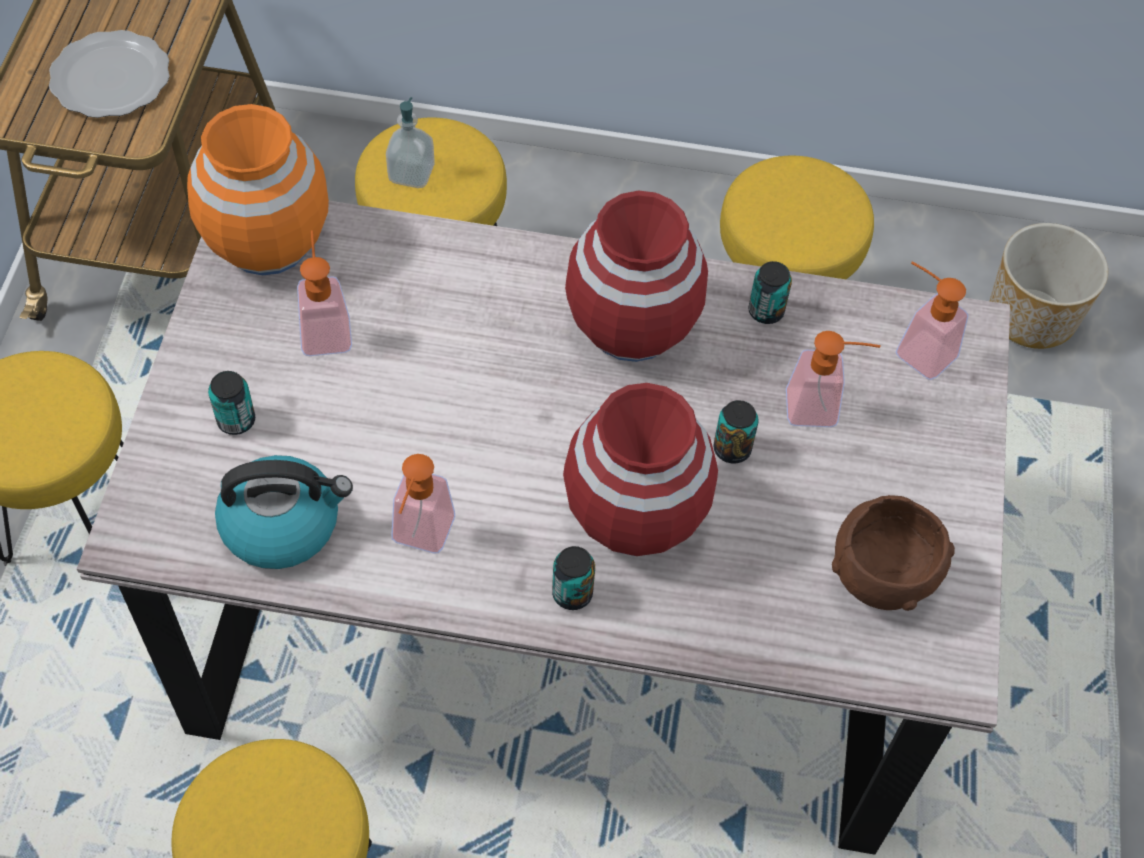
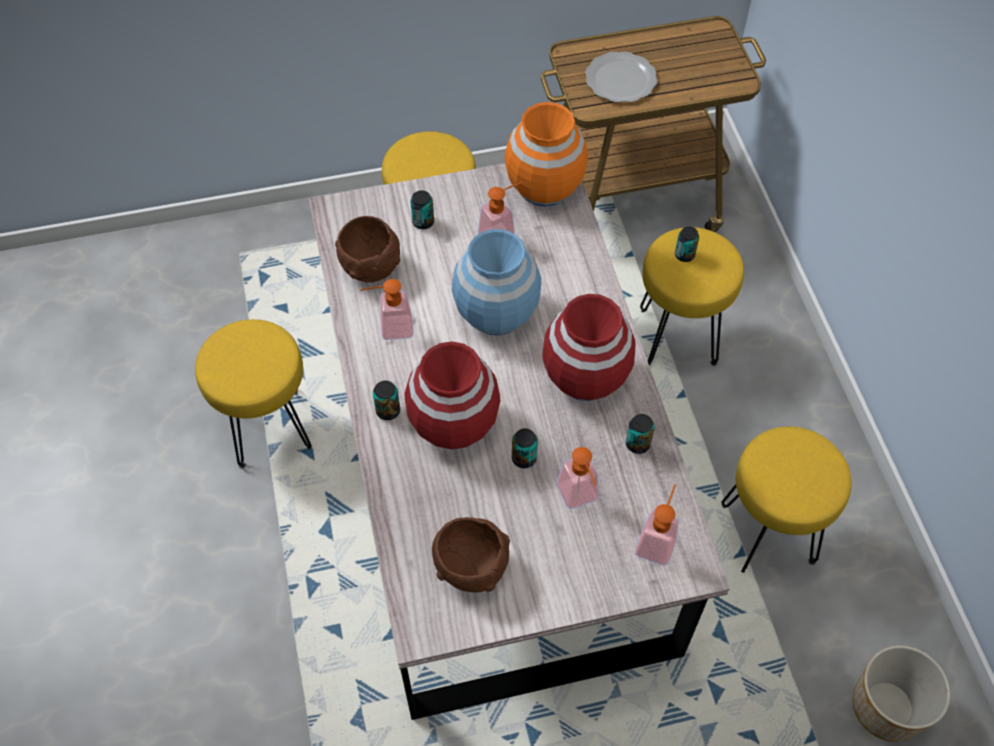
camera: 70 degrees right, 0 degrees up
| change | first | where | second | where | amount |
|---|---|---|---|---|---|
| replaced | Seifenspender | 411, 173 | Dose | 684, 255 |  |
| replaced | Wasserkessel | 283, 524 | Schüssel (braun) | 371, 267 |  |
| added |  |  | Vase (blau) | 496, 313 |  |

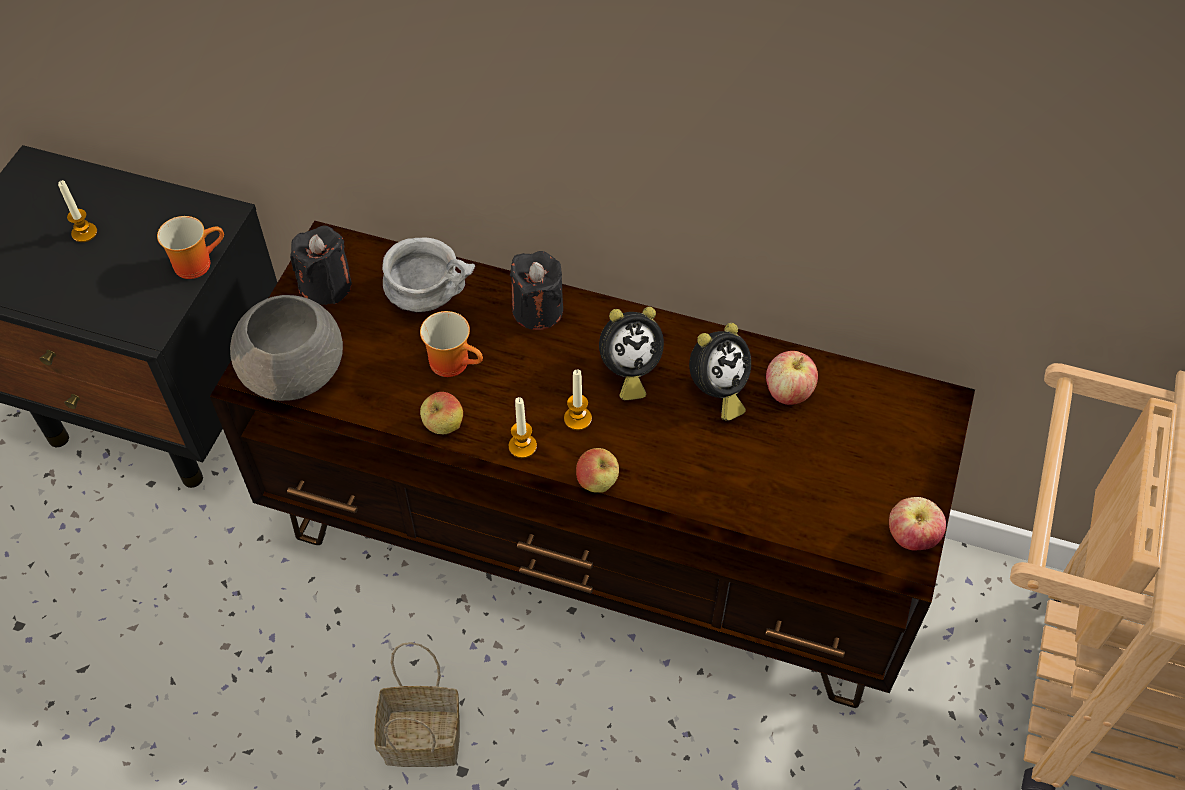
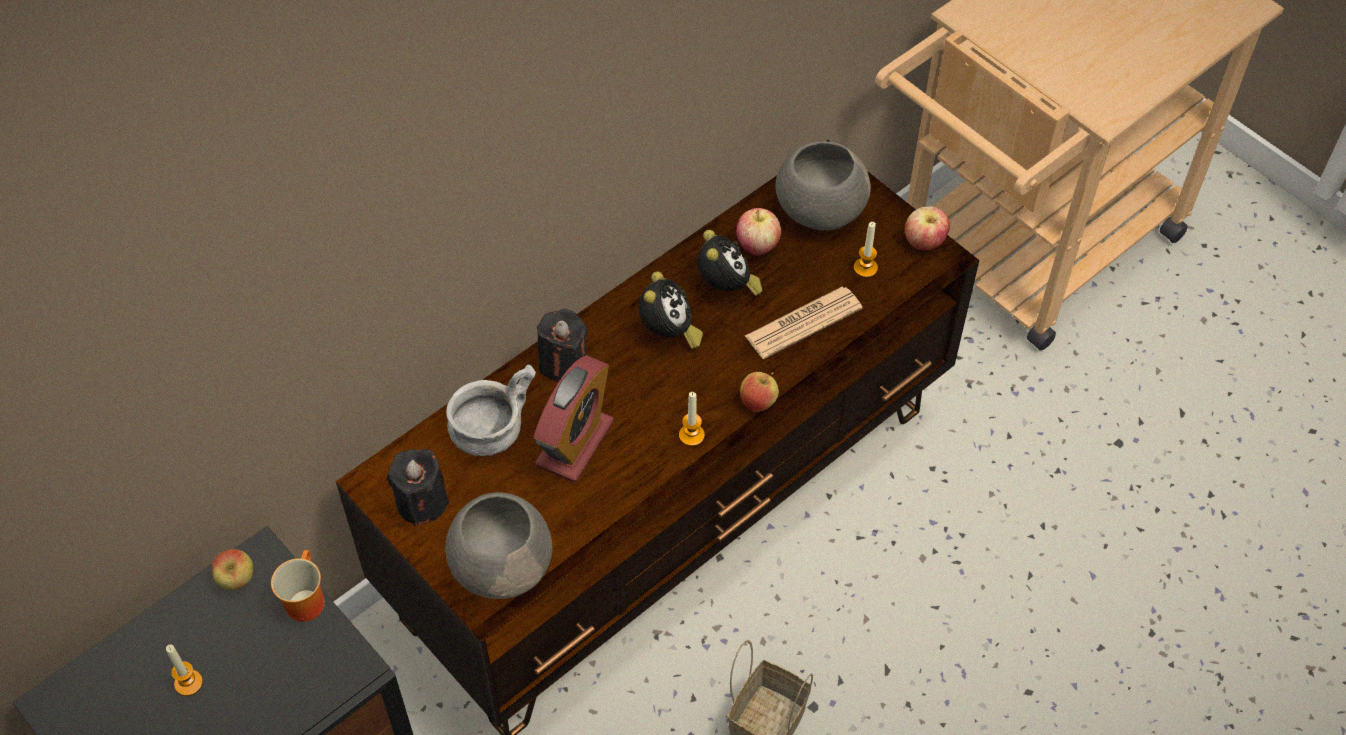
camera: 60 degrees left, 0 degrees up
| change | first | where | second | where | amount |
|---|---|---|---|---|---|
| replaced | Henkelbecher | 455, 361 | Wecker | 575, 444 |  |
| moved | Kerze | 577, 419 |  | 865, 268 |  |
| moved | Apfel | 443, 426 |  | 237, 580 |  |
| added |  |  | Schüssel (grau) | 818, 208 |  |
| added |  |  | Zeitung | 803, 323 |  |

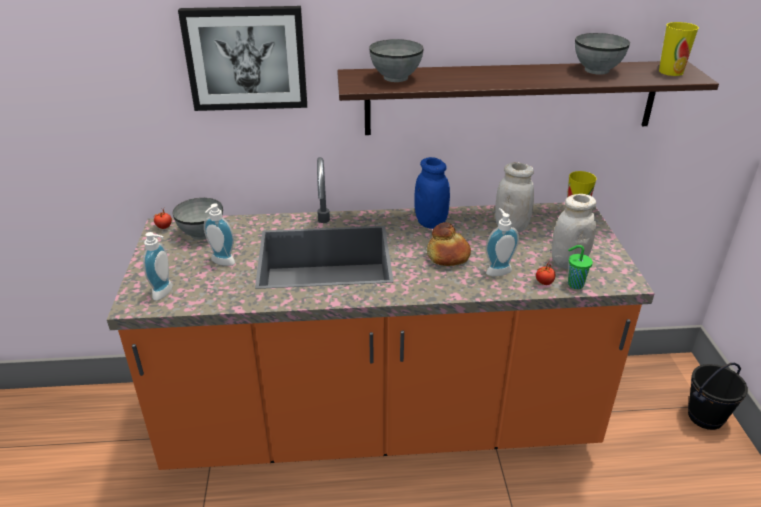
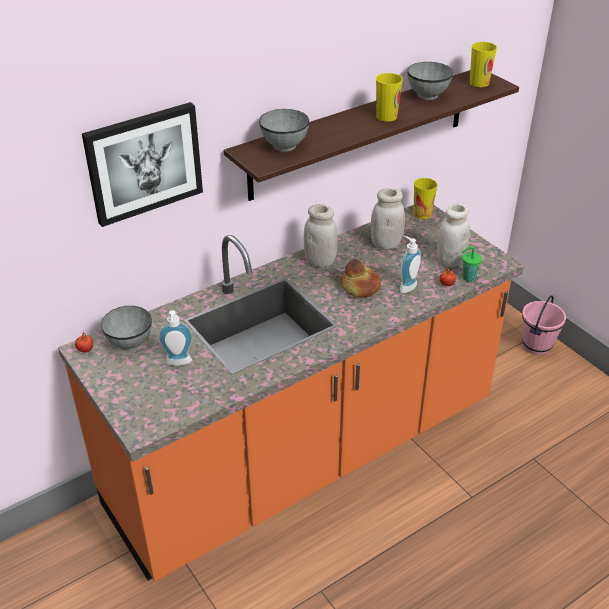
camera: 30 degrees left, 5 degrees up
| change | first | where | second | where | amount |
|---|---|---|---|---|---|
| recoloured | Vorratsglas (blau) | 430, 222 | Vorratsglas (weiß) | 320, 261 |  |
| removed | Seifenspender | 165, 293 |  |  |  |
| recoloured | Eimer (schwarz) | 704, 416 | Eimer (rosa) | 536, 345 |  |
| added |  |  | Tasse | 386, 116 |  |

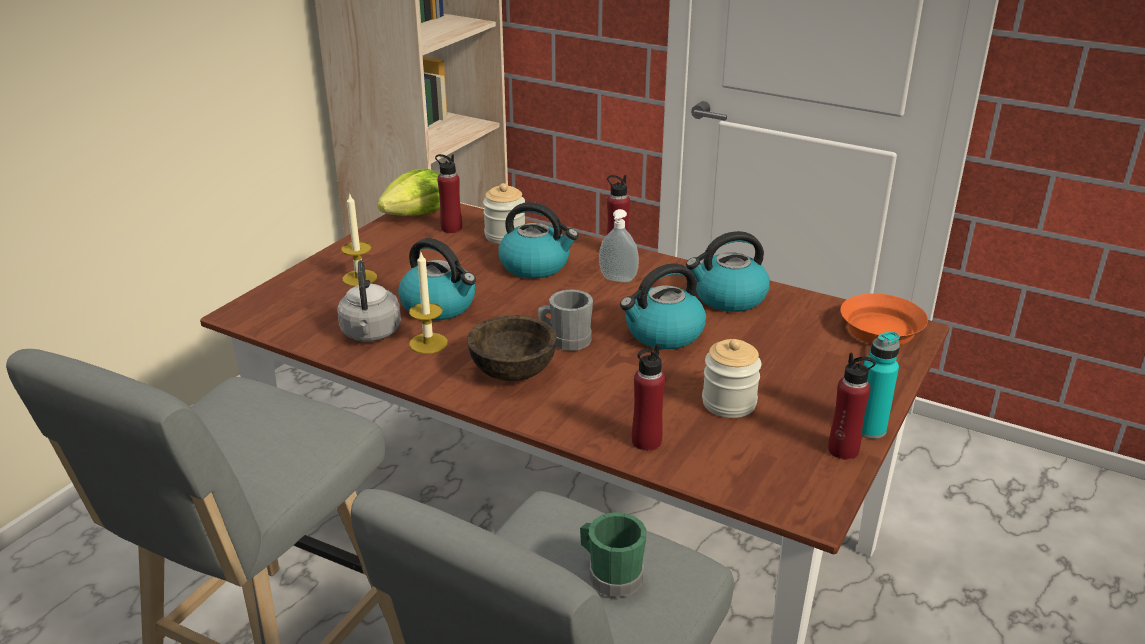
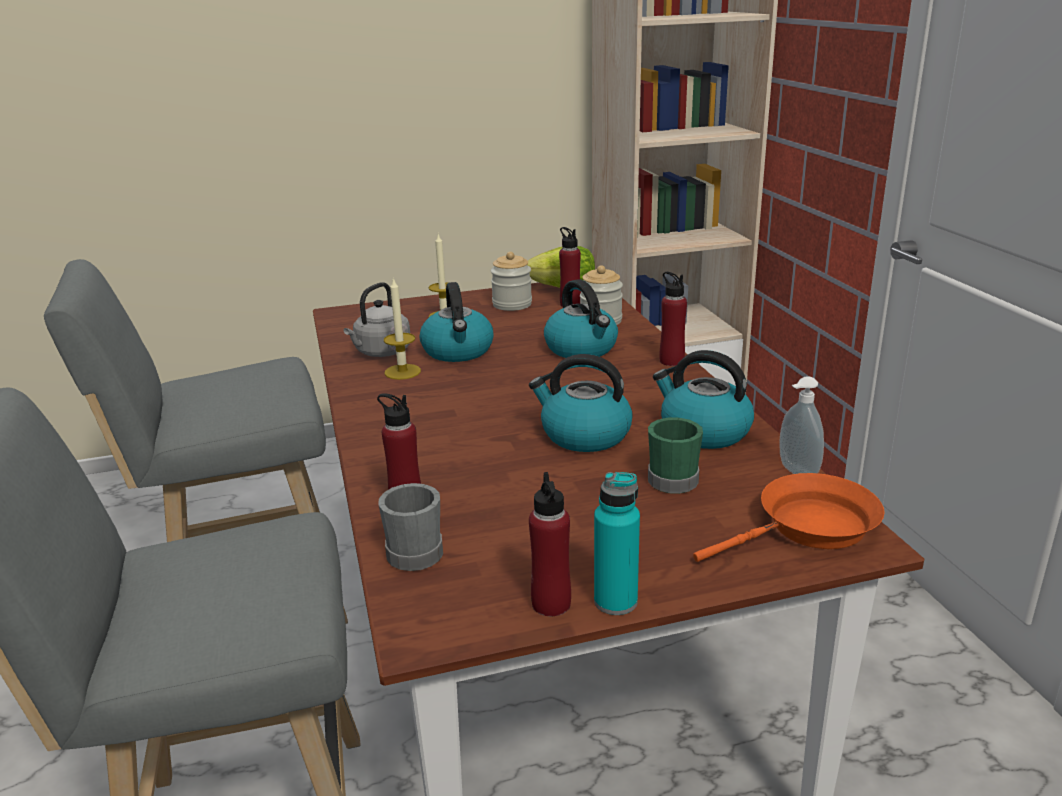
camera: 45 degrees right, 5 degrees down
| change | first | where | second | where | amount |
|---|---|---|---|---|---|
| moved | Seifenspender | 617, 280 |  | 795, 472 |  |
| moved | Henkelbecher (grau) | 565, 340 |  | 410, 551 |  |
| removed | Schüssel (braun) | 512, 371 |  |  |  |
| moved | Vorratsglas | 729, 403 |  | 512, 304 |  |
| moved | Henkelbecher (grün) | 610, 575 |  | 671, 477 |  |

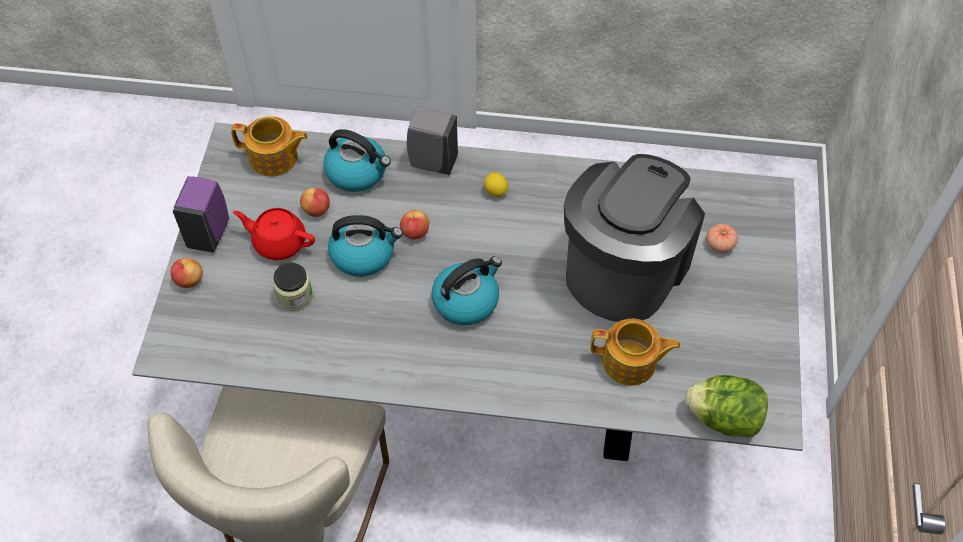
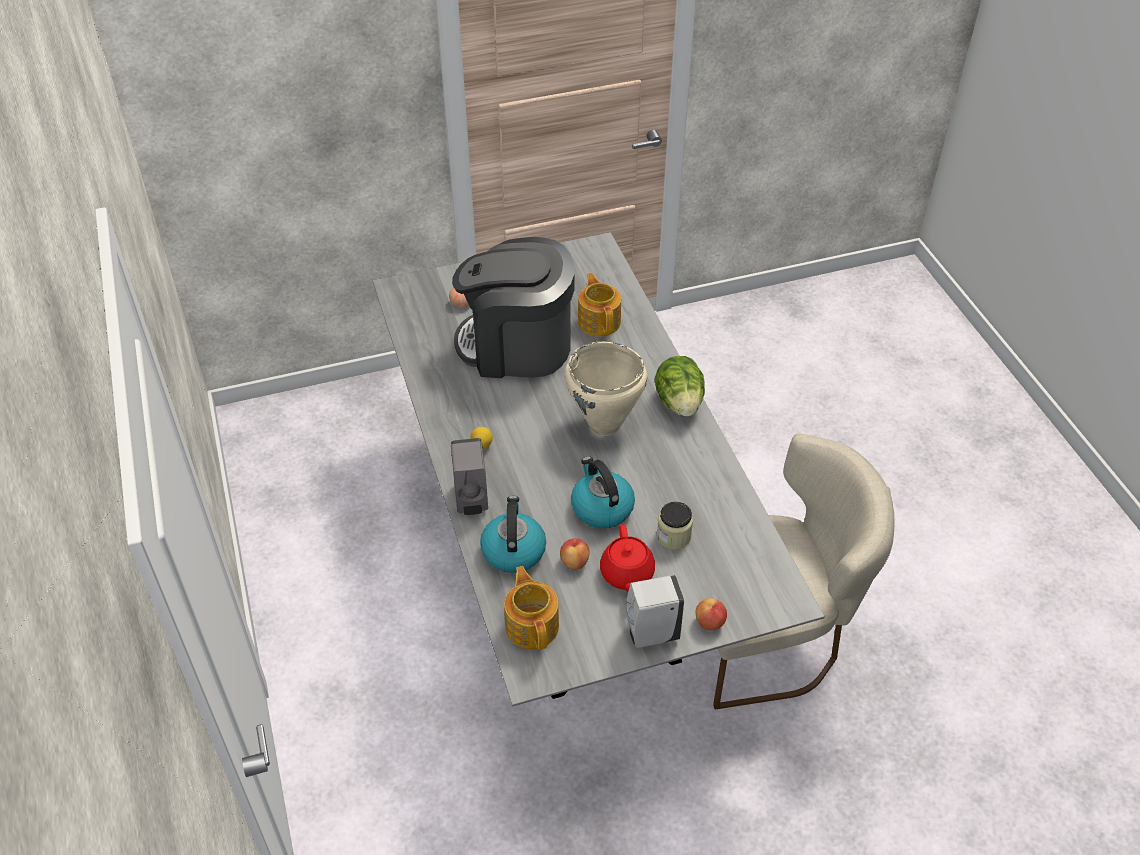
camera: 115 degrees left, 10 degrees down
| change | first | where | second | where | amount |
|---|---|---|---|---|---|
| recoloured | Seifenspender (lila) | 209, 233 | Seifenspender (weiß) | 650, 634 |  |
| removed | Apfel | 415, 233 |  |  |  |
| replaced | Wasserkessel | 466, 300 | Kochtopf (beige) | 605, 425 |  |
| moved | Salatkopf | 724, 418 |  | 679, 403 |  |

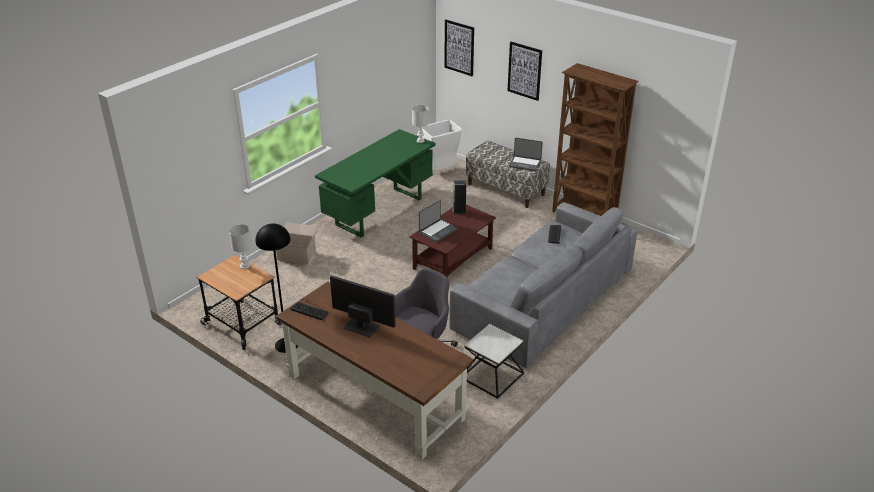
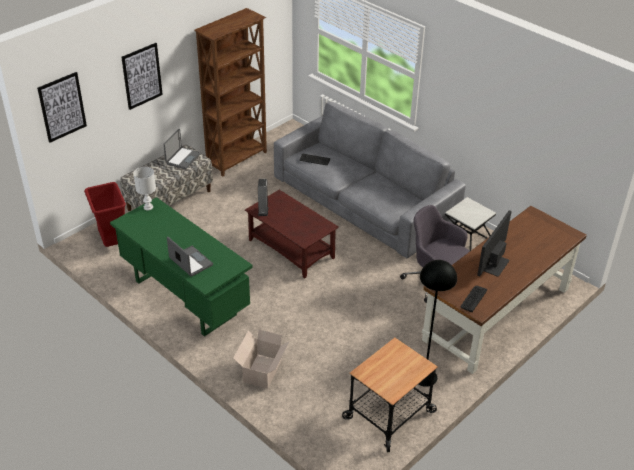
camera: 85 degrees left, 5 degrees up
| change | first | where | second | where | amount |
|---|---|---|---|---|---|
| recoloured | Mülleimer (weiß) | 441, 171 | Mülleimer (rot) | 112, 243 |  |
| moved | Laptop | 437, 231 |  | 190, 262 |  |
| removed | Tischlampe (weiß) | 245, 266 |  |  |  |

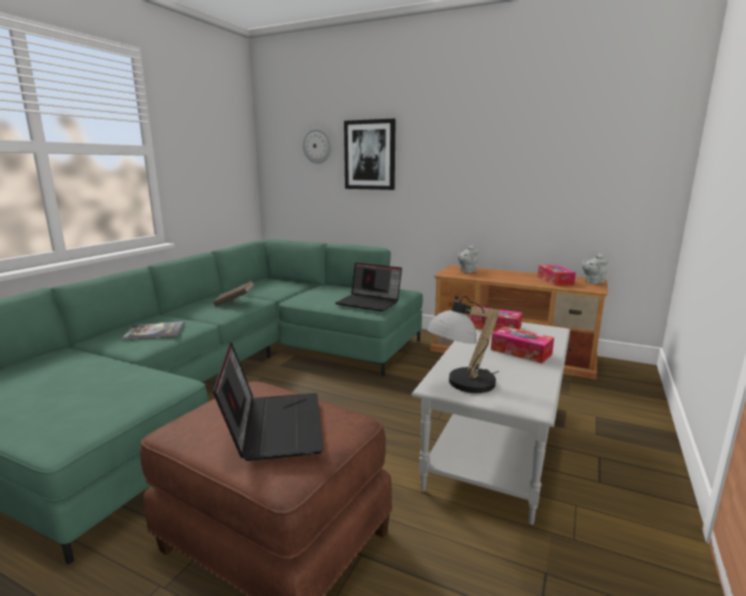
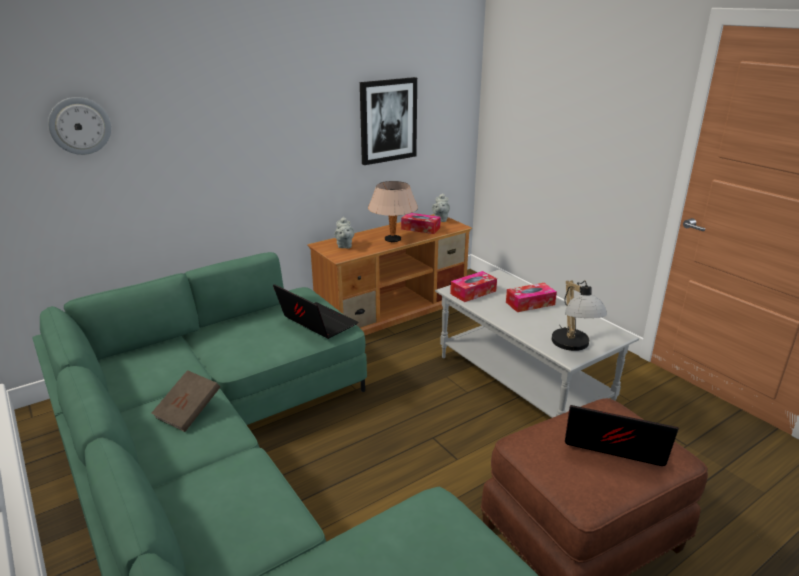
camera: 60 degrees left, 10 degrees up
| change | first | where | second | where | amount |
|---|---|---|---|---|---|
| moved | Bild | 370, 155 |  | 388, 120 |  |
| turned | Laptop | 369, 302 |  | 316, 323 | 105 degrees counterclockwise |
| removed | Buch | 155, 331 |  |  |  |
| added |  |  | Tischlampe (beige) | 392, 239 |  |

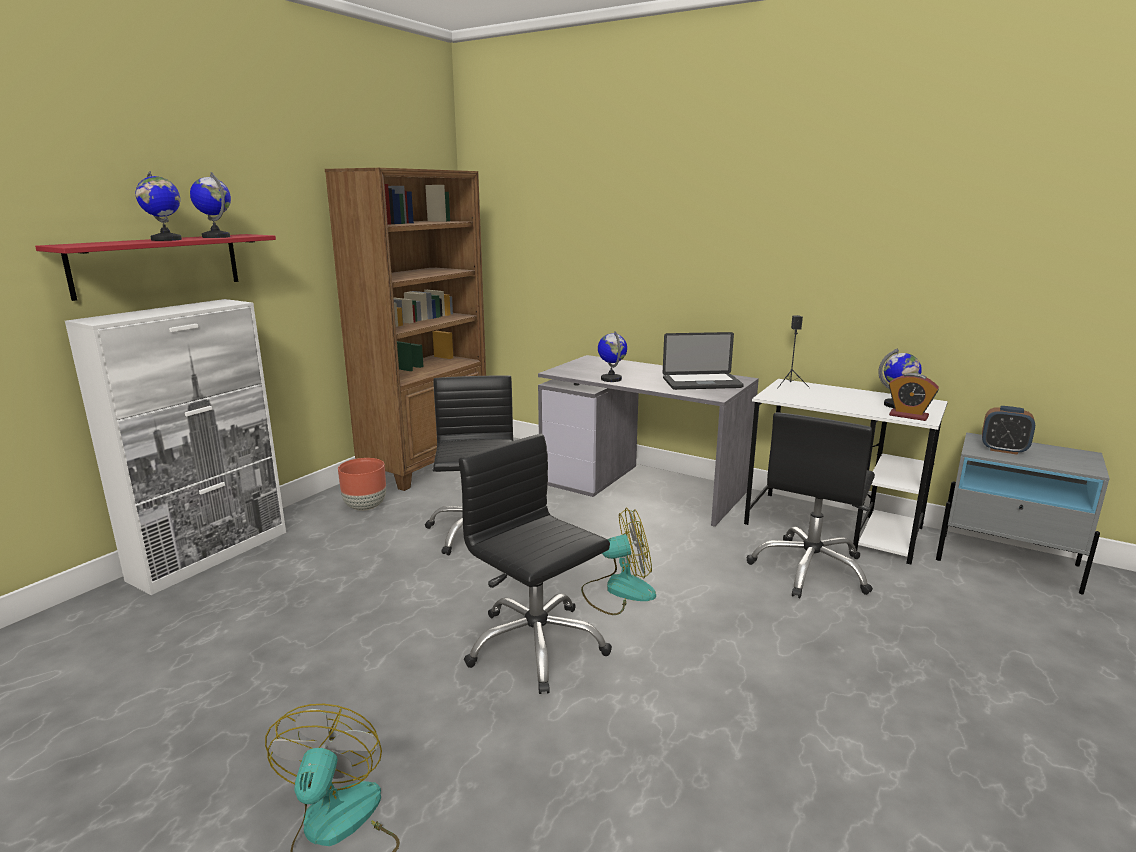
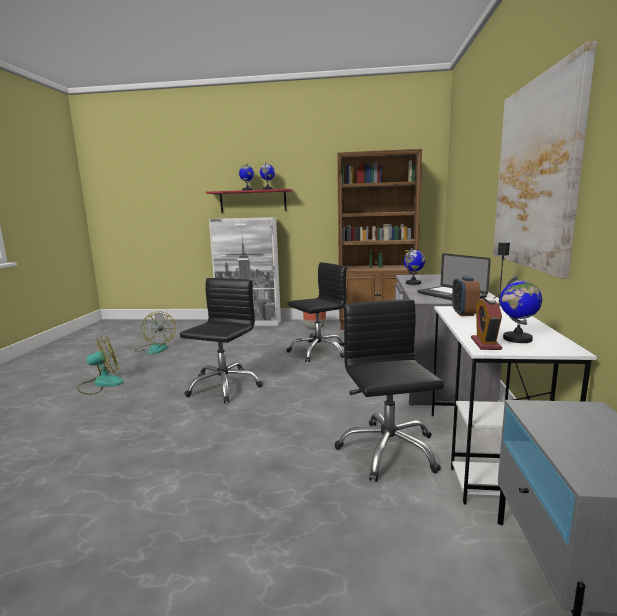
camera: 65 degrees right, 5 degrees down
| change | first | where | second | where | amount |
|---|---|---|---|---|---|
| moved | Wecker | 1003, 450 |  | 464, 313 |  |
| turned | Bürostuhl (schwarz) | 810, 569 |  | 388, 450 | 75 degrees clockwise |
| moved | Ventilator | 618, 591 |  | 155, 348 |  |
| added |  |  | Bild | 535, 175 |  |

